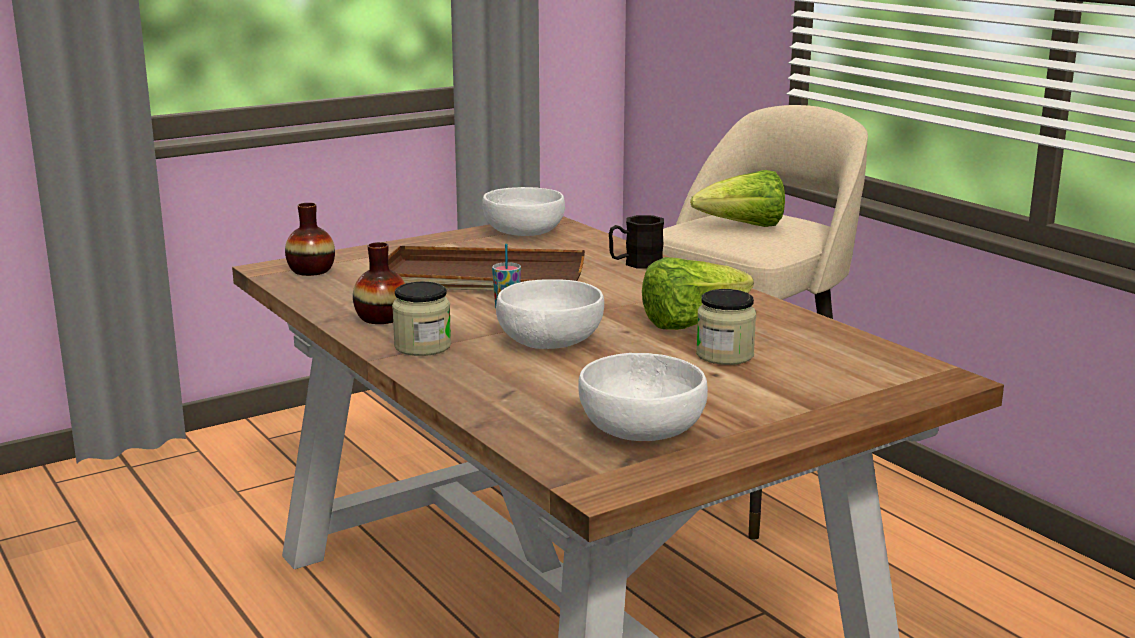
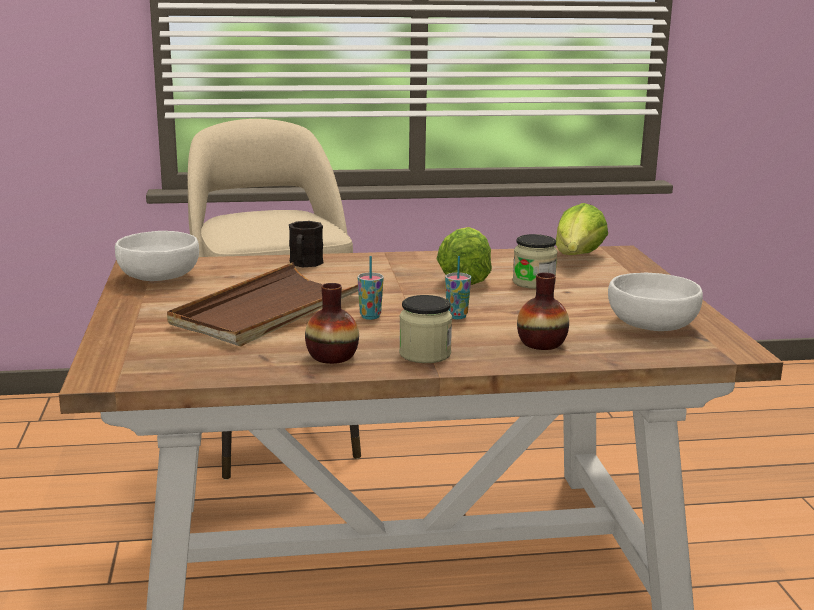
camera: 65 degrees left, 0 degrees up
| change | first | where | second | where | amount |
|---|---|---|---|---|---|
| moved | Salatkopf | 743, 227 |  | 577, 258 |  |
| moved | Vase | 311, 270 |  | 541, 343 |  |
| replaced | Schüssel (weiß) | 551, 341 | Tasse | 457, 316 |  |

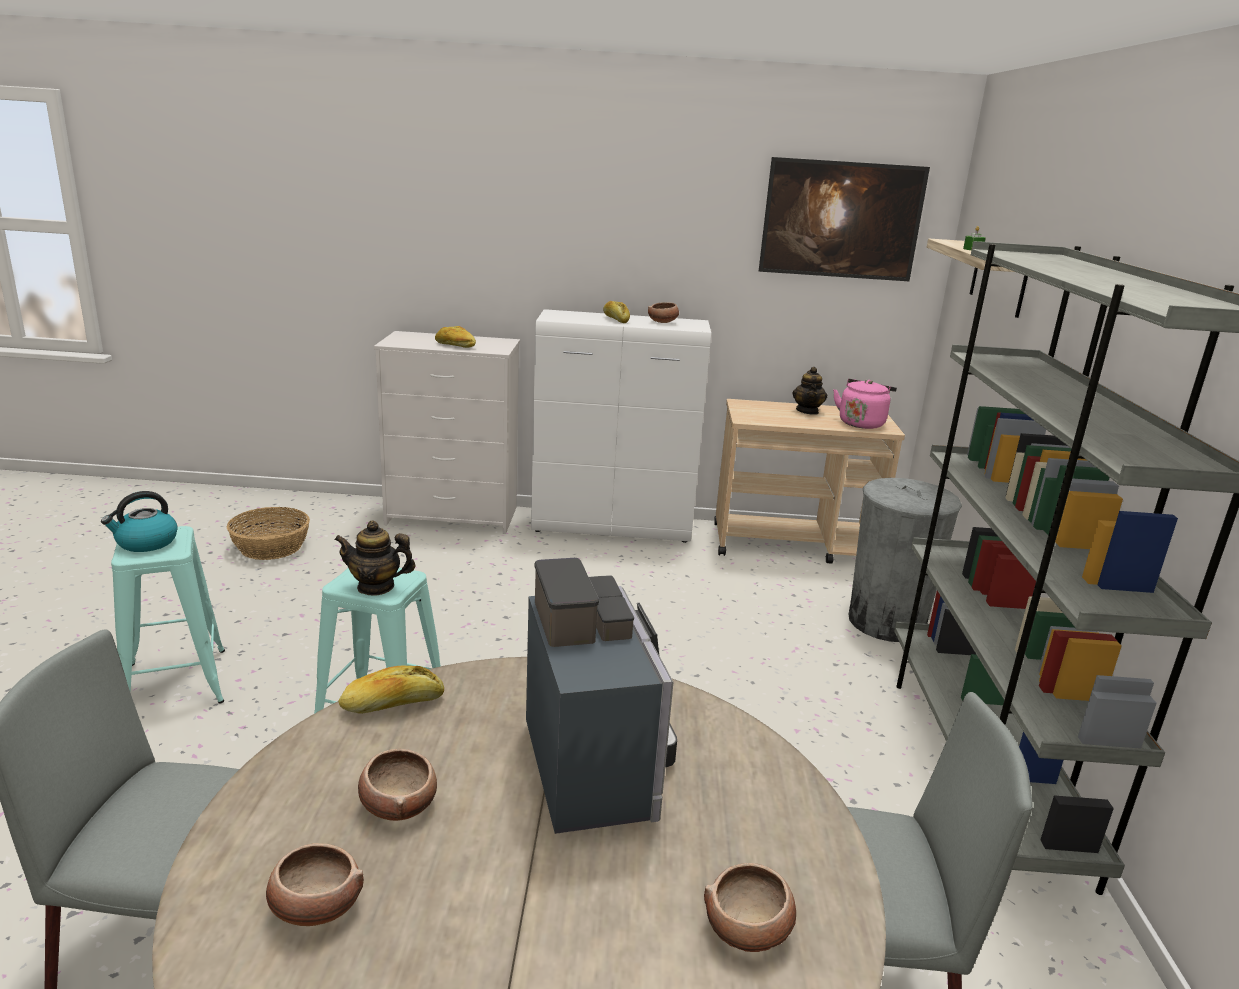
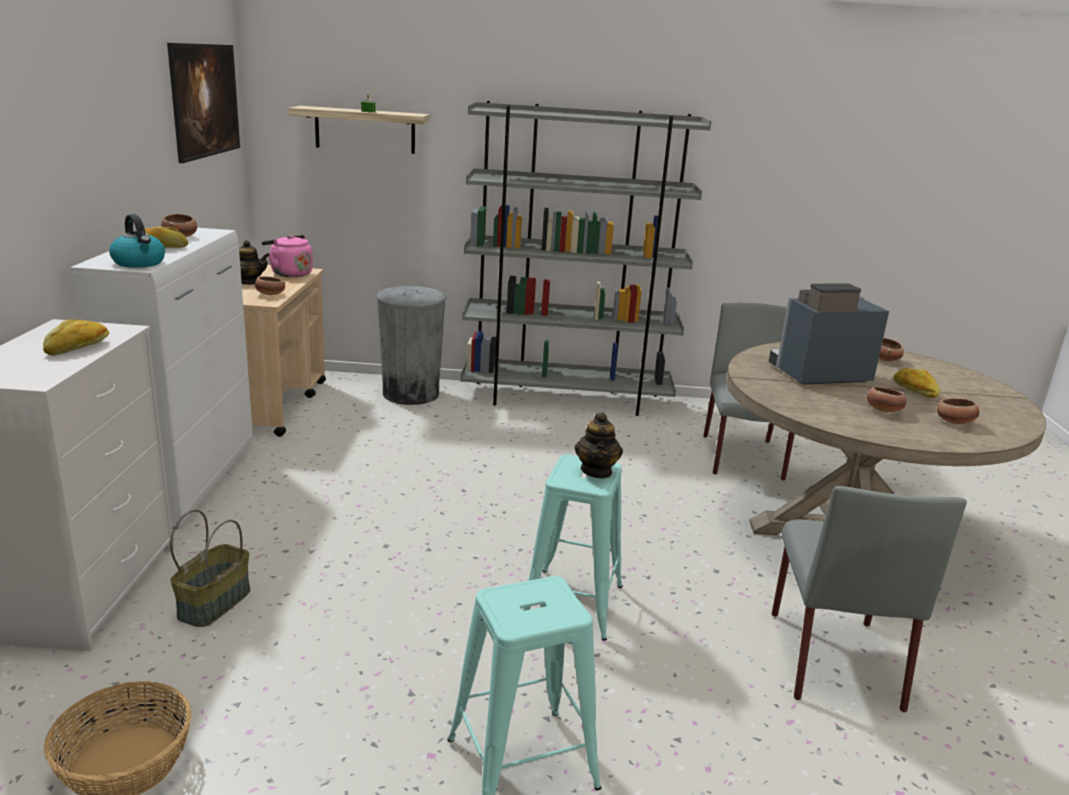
camera: 90 degrees left, 0 degrees up
| change | first | where | second | where | amount |
|---|---|---|---|---|---|
| moved | Wasserkessel | 146, 543 |  | 139, 263 |  |
| moved | Brot | 392, 704 |  | 914, 391 |  |
| added |  |  | Schüssel | 269, 294 |  |
| added |  |  | Korb | 214, 603 |  |

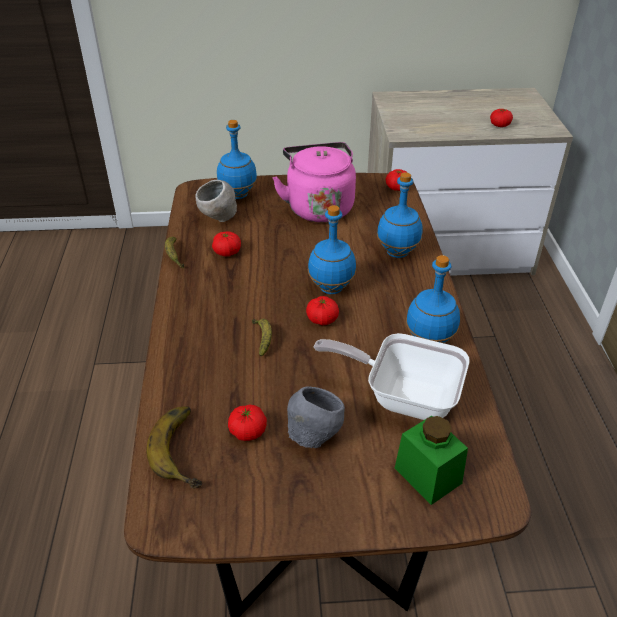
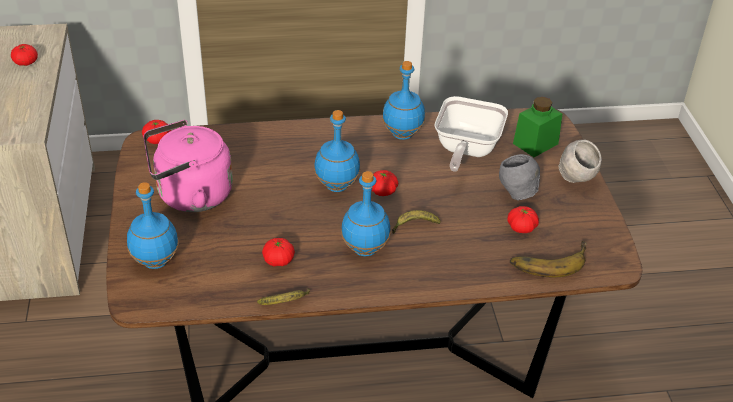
camera: 95 degrees left, 0 degrees up
| change | first | where | second | where | amount |
|---|---|---|---|---|---|
| moved | Flasche (blau) | 398, 252 |  | 364, 249 |  |
| moved | Schüssel (grau) | 219, 219 |  | 576, 180 |  |

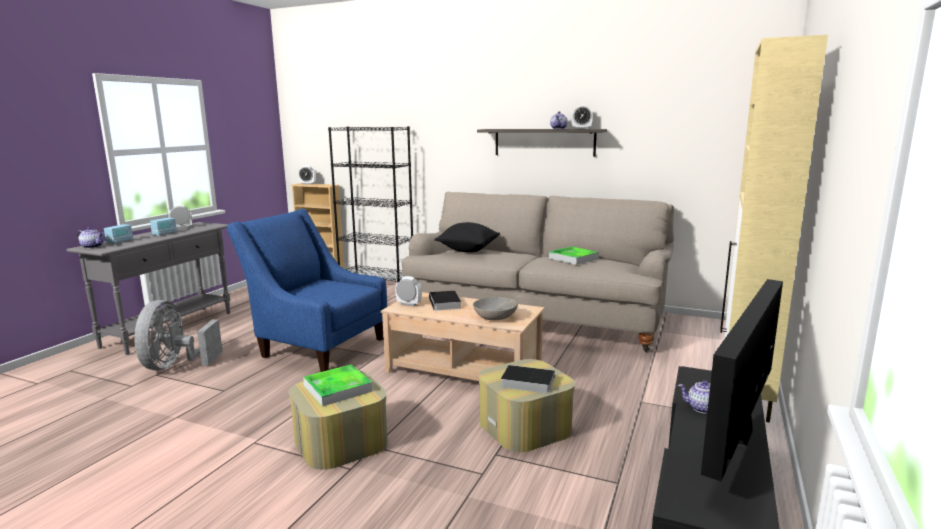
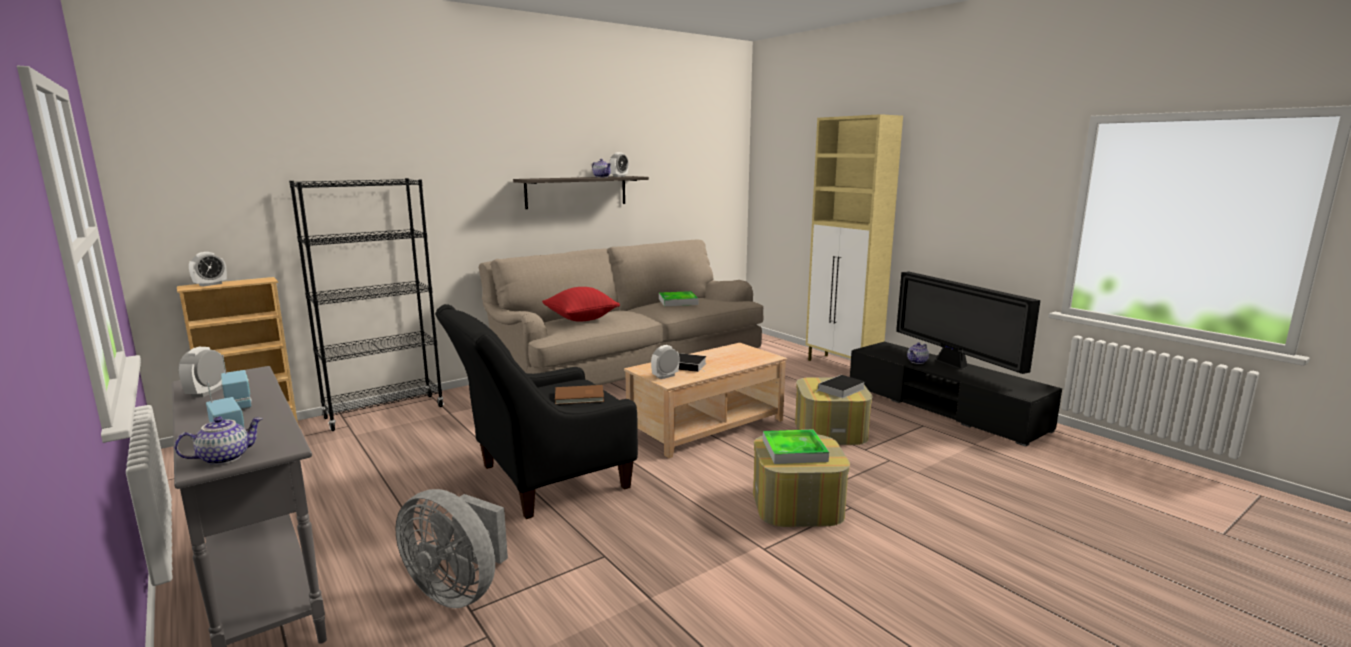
camera: 60 degrees left, 0 degrees up
| change | first | where | second | where | amount |
|---|---|---|---|---|---|
| recoloured | Sessel (blau) | 317, 346 | Sessel (schwarz) | 542, 480 |  |
| recoloured | Kissen (schwarz) | 468, 250 | Kissen (rot) | 581, 319 |  |
| removed | Schüssel (grau) | 495, 317 |  |  |  |
| added |  |  | Buch (braun) | 580, 397 |  |

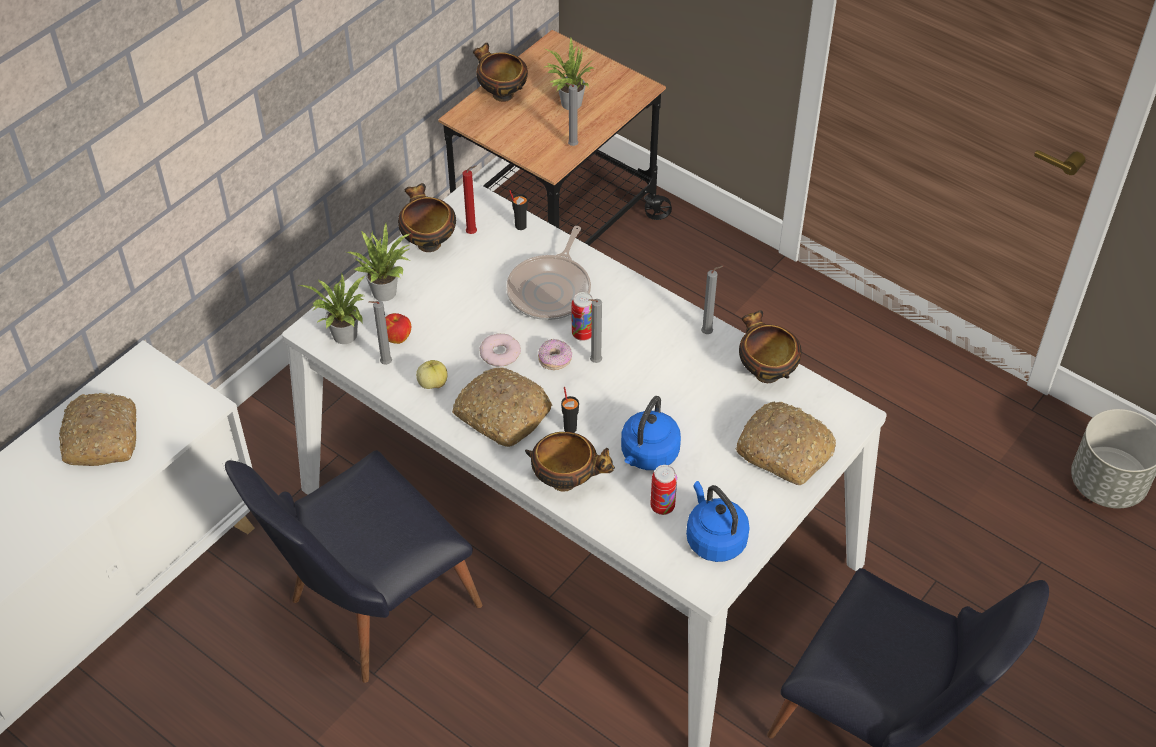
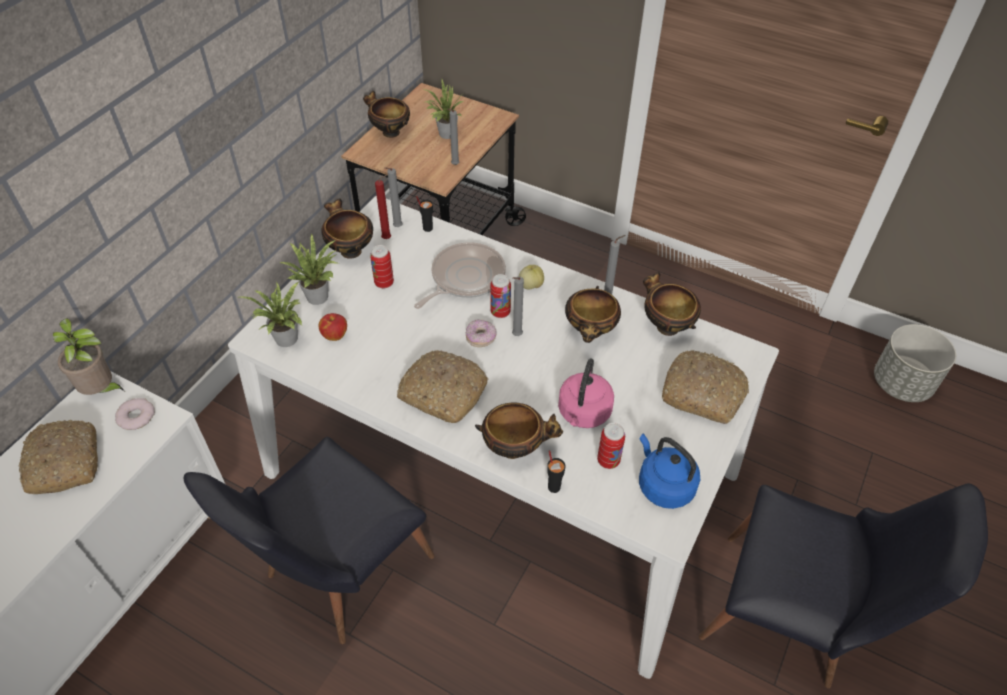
camera: 10 degrees left, 0 degrees up
| change | first | where | second | where | amount |
|---|---|---|---|---|---|
| turned | Pfanne | 551, 290 |  | 465, 278 | 150 degrees counterclockwise |
| moved | Kerze (grau) | 384, 364 |  | 396, 227 |  |
| moved | Donut | 499, 353 |  | 136, 416 |  |
| moved | Apfel | 432, 383 |  | 530, 285 |  |
| moved | Tasse (schwarz) | 570, 428 |  | 554, 486 |  |
| recoloured | Wasserkessel (blau) | 648, 455 | Wasserkessel (rosa) | 583, 414 |  |
| added |  |  | Dose | 384, 283 |  |
| added |  |  | Schüssel | 590, 333 |  |
| added |  |  | Topfpflanze | 102, 391 |  |

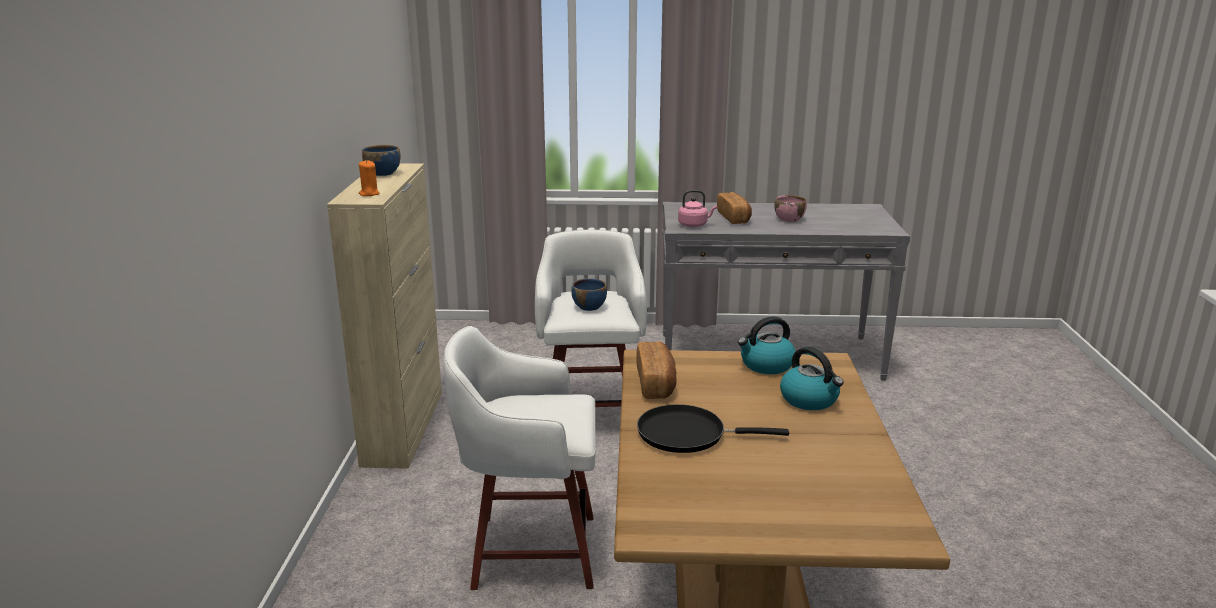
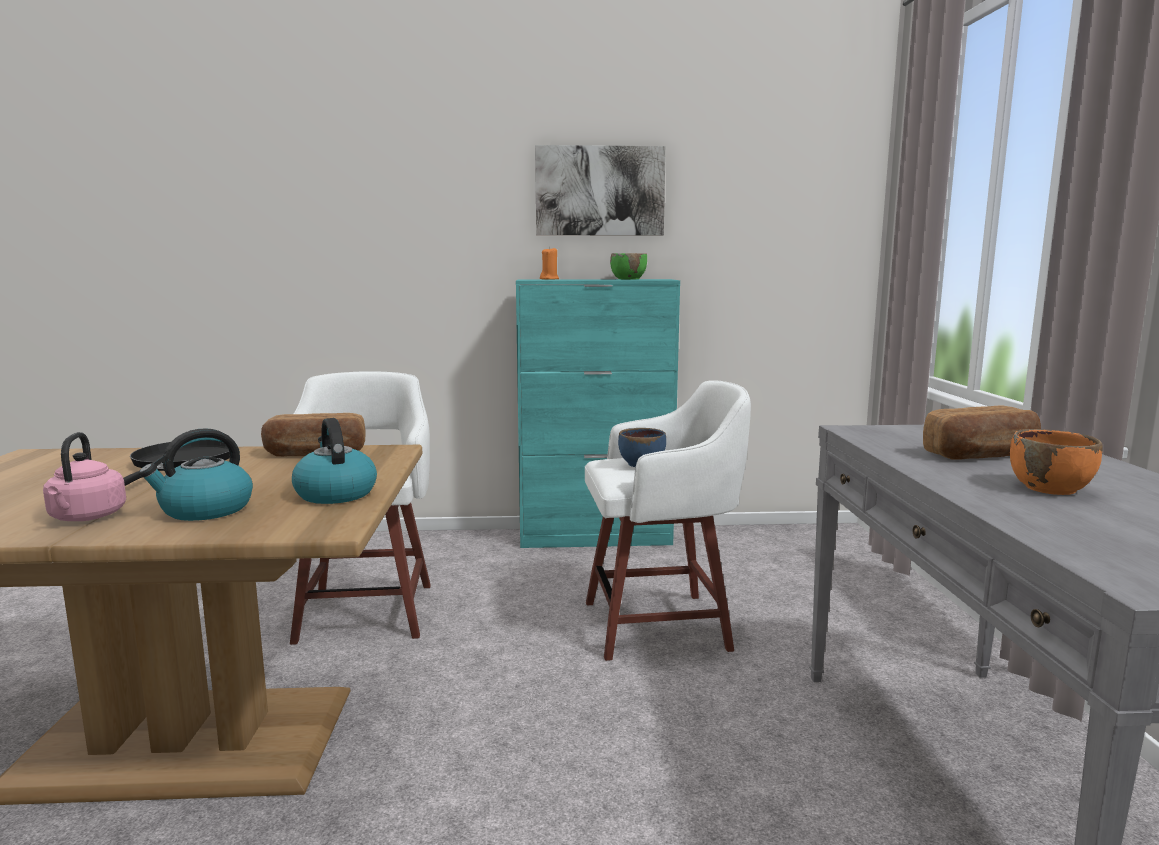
camera: 85 degrees right, 10 degrees down
| change | first | where | second | where | amount |
|---|---|---|---|---|---|
| recoloured | Schüssel (blau) | 382, 173 | Schüssel (grün) | 628, 279 |  |
| recoloured | Schrank (beige) | 404, 427 | Schrank (türkis) | 596, 538 |  |
| moved | Wasserkessel (rosa) | 694, 225 |  | 86, 517 |  |
| recoloured | Schüssel (rosa) | 789, 219 | Schüssel (orange) | 1050, 488 |  |
| added |  |  | Bild | 599, 191 |  |

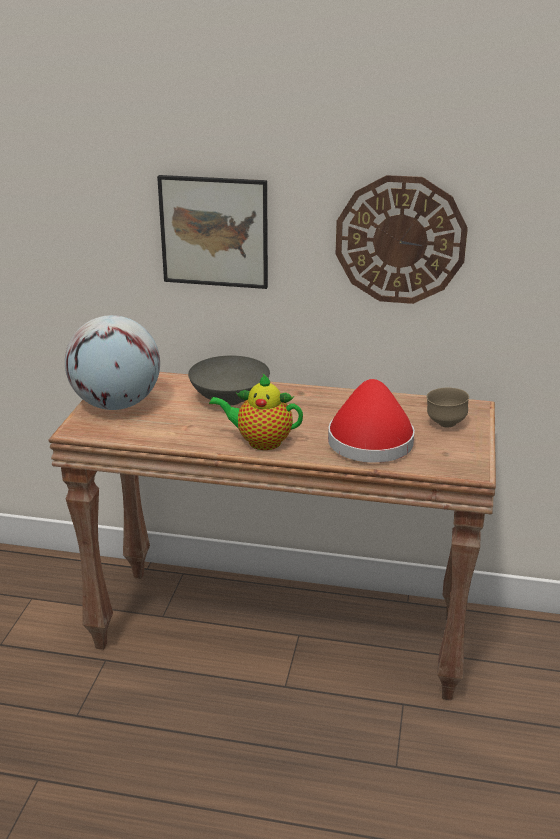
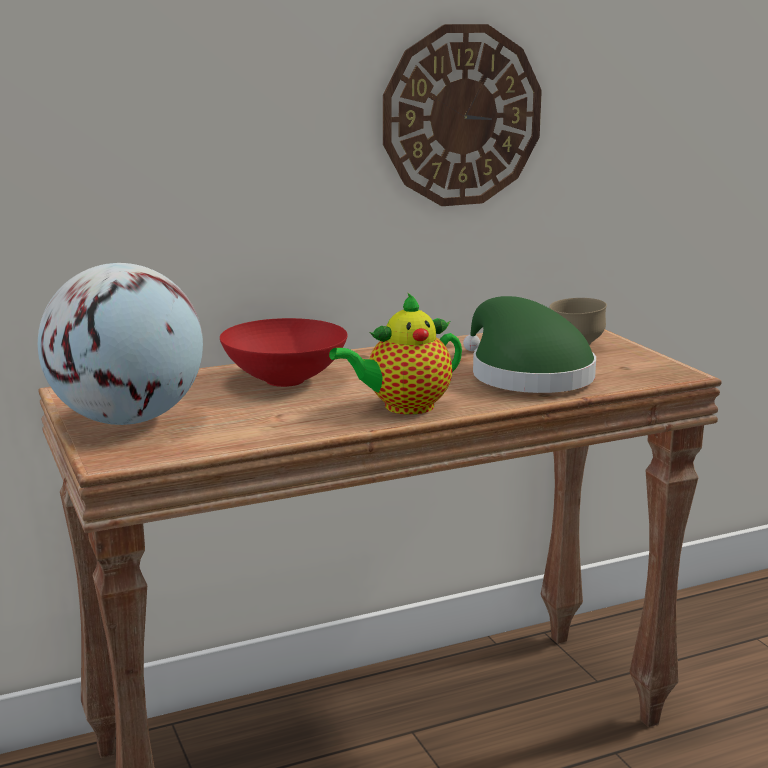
camera: 35 degrees left, 10 degrees down
| change | first | where | second | where | amount |
|---|---|---|---|---|---|
| removed | Bild | 214, 232 |  |  |  |
| recoloured | Schüssel (grau) | 228, 399 | Schüssel (rot) | 283, 380 |  |
| recoloured | Hut (rot) | 370, 439 | Hut (grün) | 525, 375 |  |

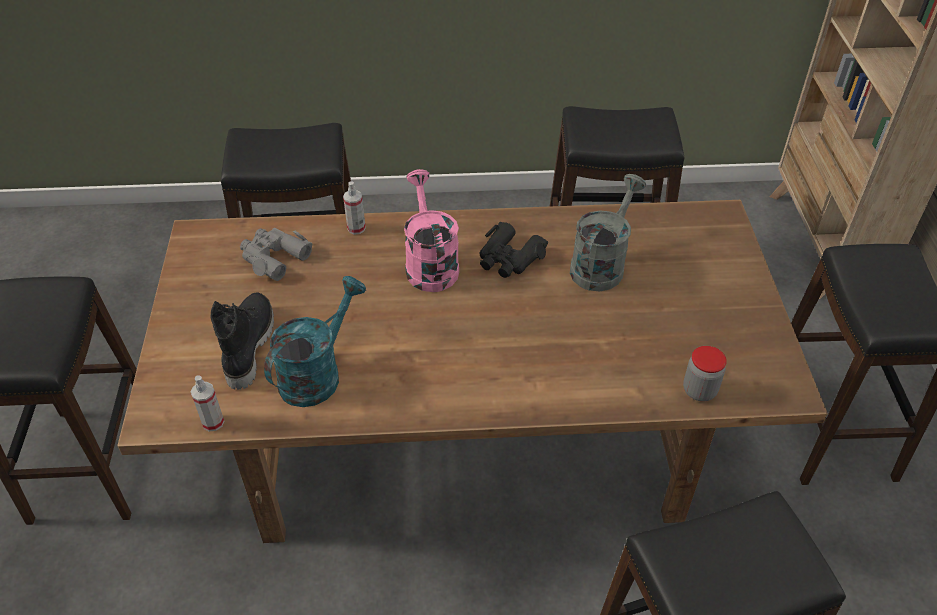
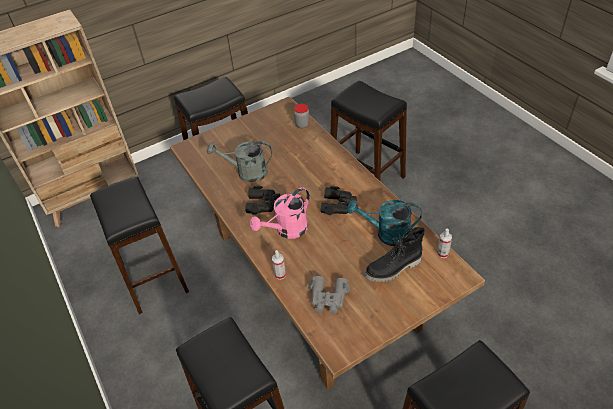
camera: 115 degrees left, 0 degrees up
| change | first | where | second | where | amount |
|---|---|---|---|---|---|
| added |  |  | Fernglas (schwarz) | 338, 205 |  |

